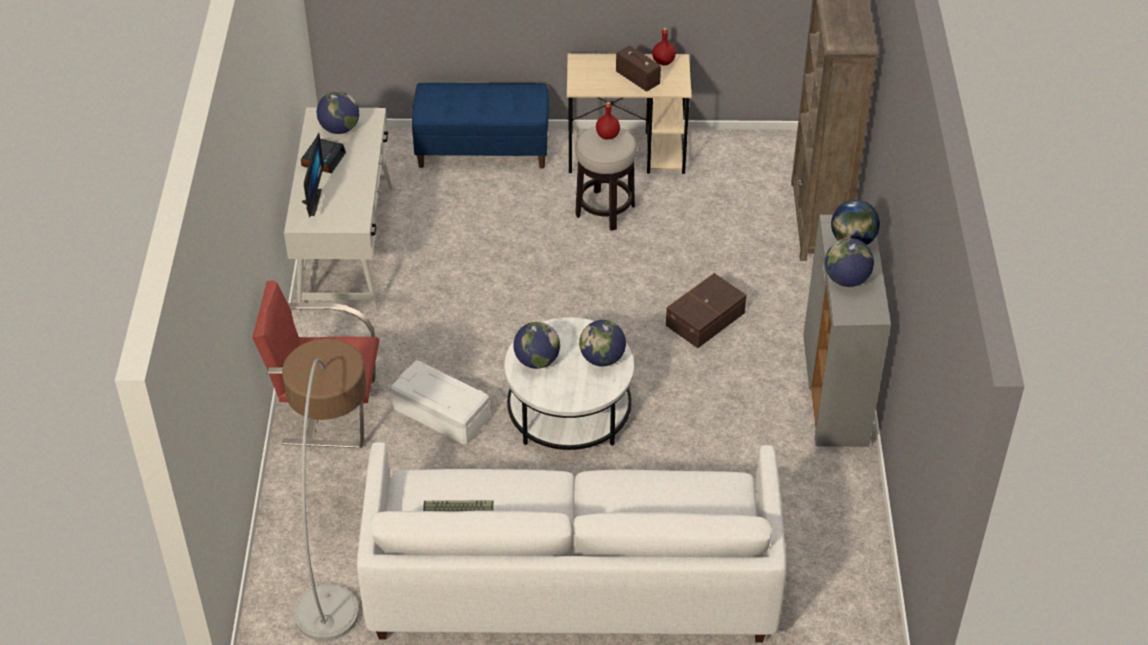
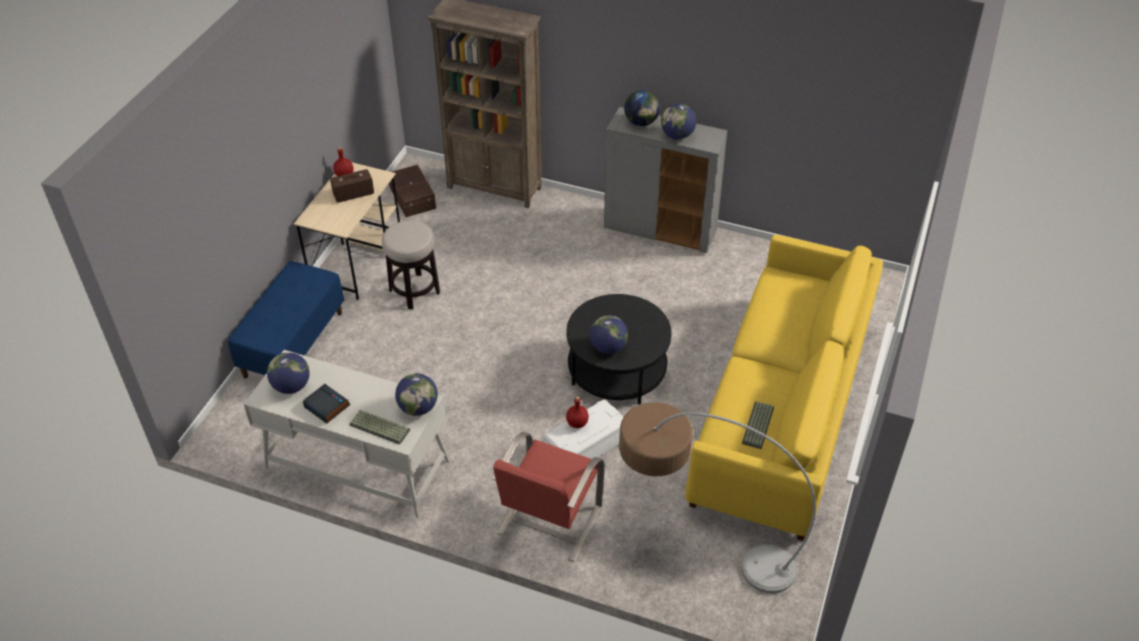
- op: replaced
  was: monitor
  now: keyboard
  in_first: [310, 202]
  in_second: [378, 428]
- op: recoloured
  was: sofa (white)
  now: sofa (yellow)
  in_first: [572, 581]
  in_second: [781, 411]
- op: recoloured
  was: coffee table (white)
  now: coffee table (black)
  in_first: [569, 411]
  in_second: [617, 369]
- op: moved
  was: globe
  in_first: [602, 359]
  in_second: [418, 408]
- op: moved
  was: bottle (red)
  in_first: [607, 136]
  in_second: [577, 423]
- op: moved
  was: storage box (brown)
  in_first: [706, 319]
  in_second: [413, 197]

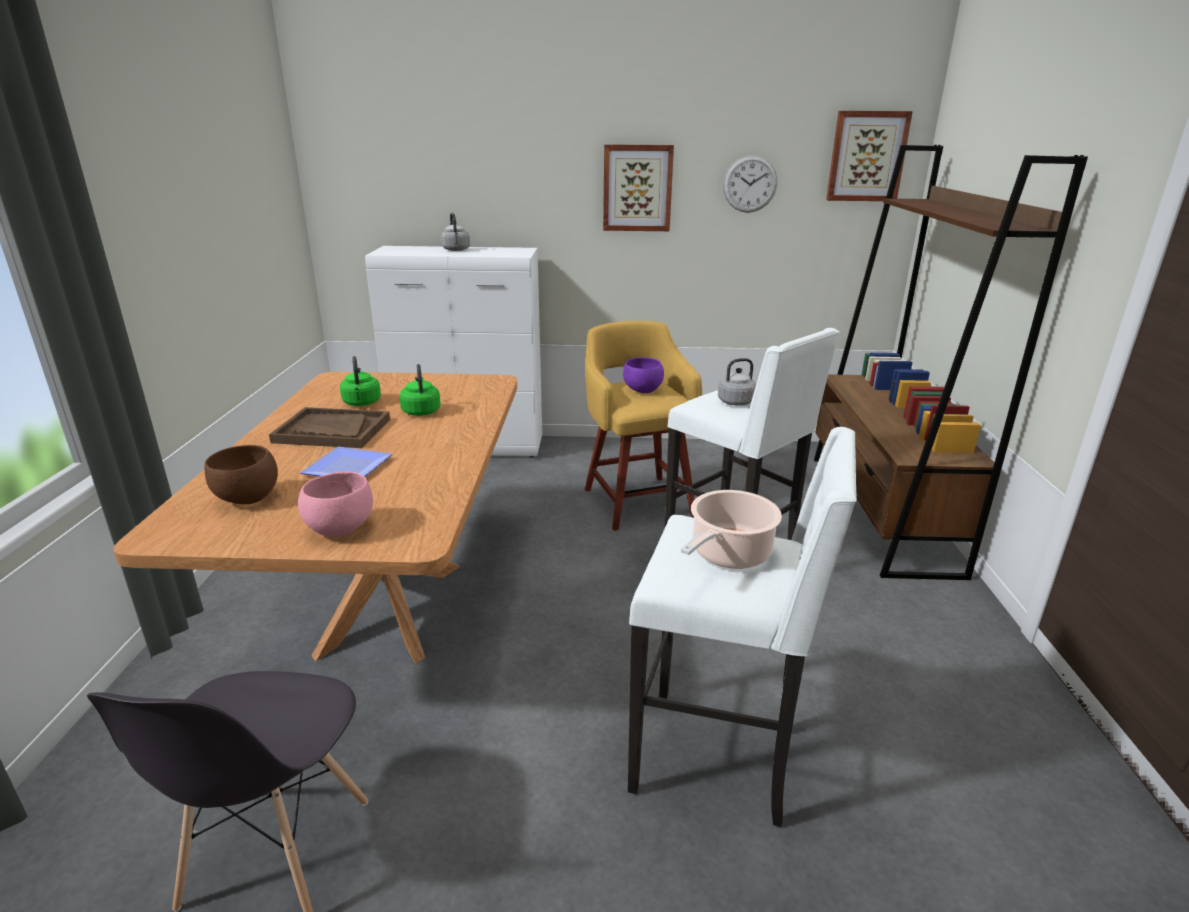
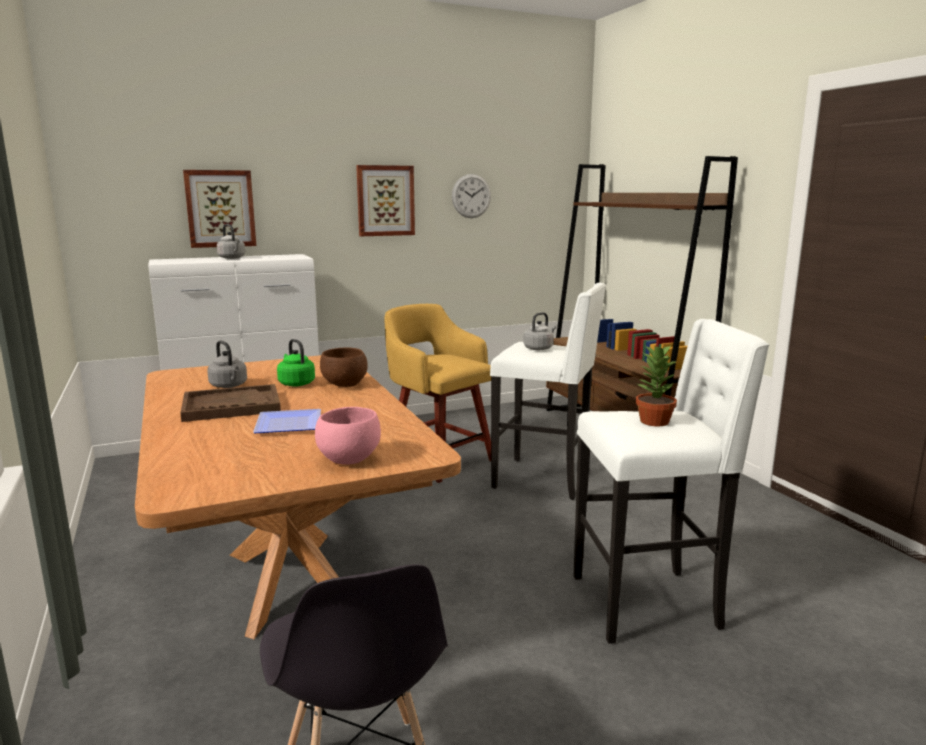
- op: moved
  was: bowl (brown)
  in_first: [249, 499]
  in_second: [346, 385]
- op: recoloured
  was: kettle (green)
  now: kettle (grey)
  in_first: [362, 403]
  in_second: [229, 386]
- op: removed
  was: bowl (purple)
  in_first: [643, 391]
- op: replaced
  was: cooking pot
  now: potted plant
  in_first: [728, 554]
  in_second: [653, 421]
- op: moved
  was: picture
  in_first: [866, 156]
  in_second: [220, 208]

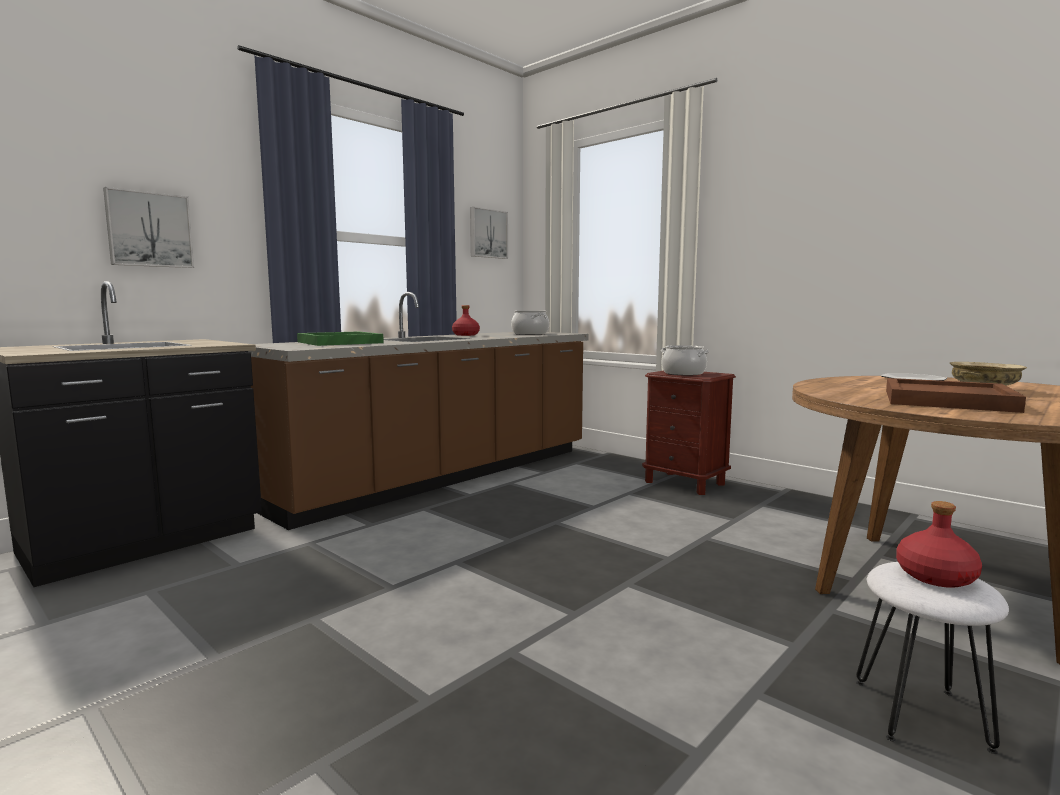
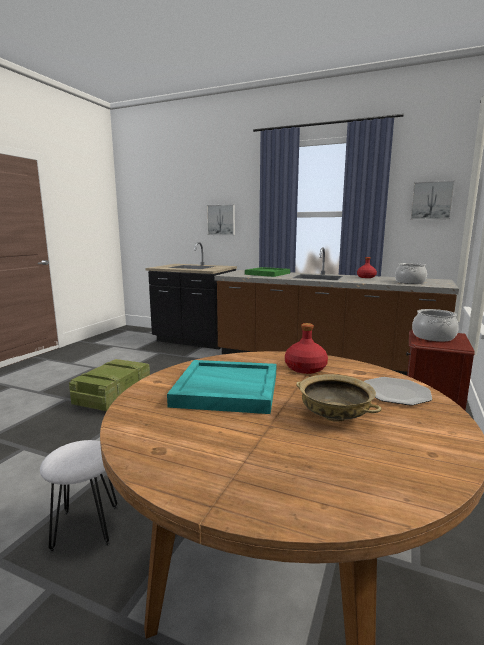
- op: recoloured
  was: tray (brown)
  now: tray (turquoise)
  in_first: [948, 400]
  in_second: [226, 390]
- op: moved
  was: bottle (red)
  in_first: [934, 576]
  in_second: [306, 368]
- op: added
  now: crate
  in_second: [114, 396]

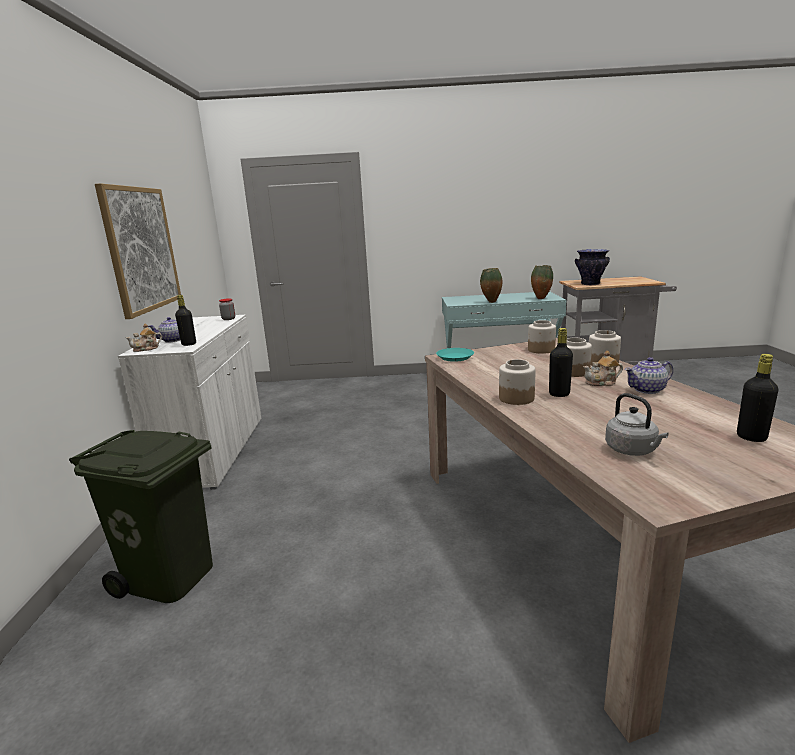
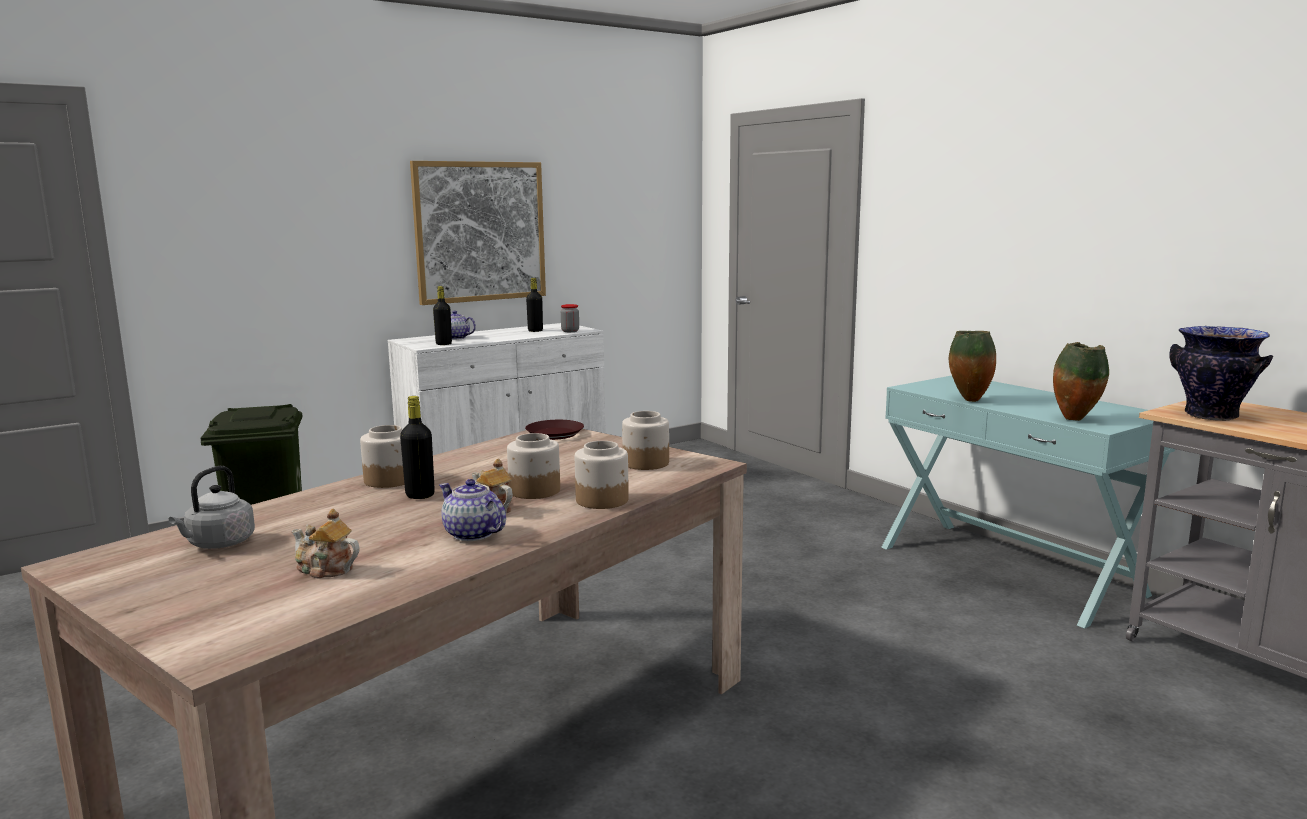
- op: moved
  was: teapot
  in_first: [146, 349]
  in_second: [325, 569]
- op: recoloured
  was: plate (turquoise)
  now: plate (brown)
  in_first: [454, 357]
  in_second: [555, 434]
- op: moved
  was: bottle (black)
  in_first: [751, 437]
  in_second: [535, 331]

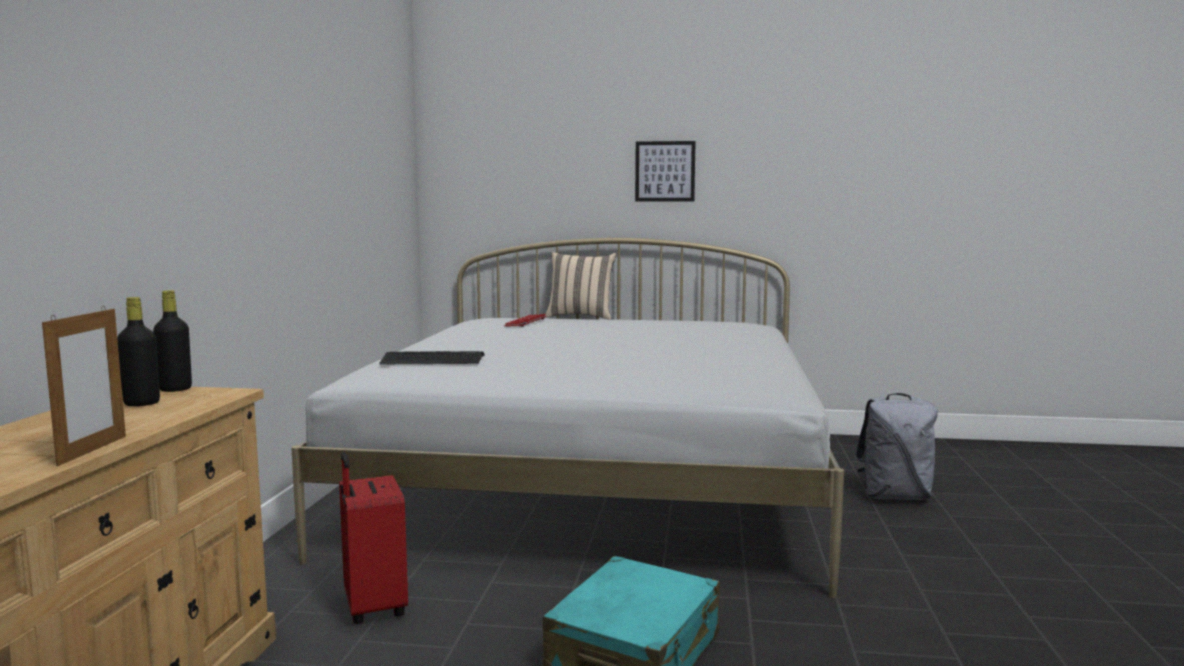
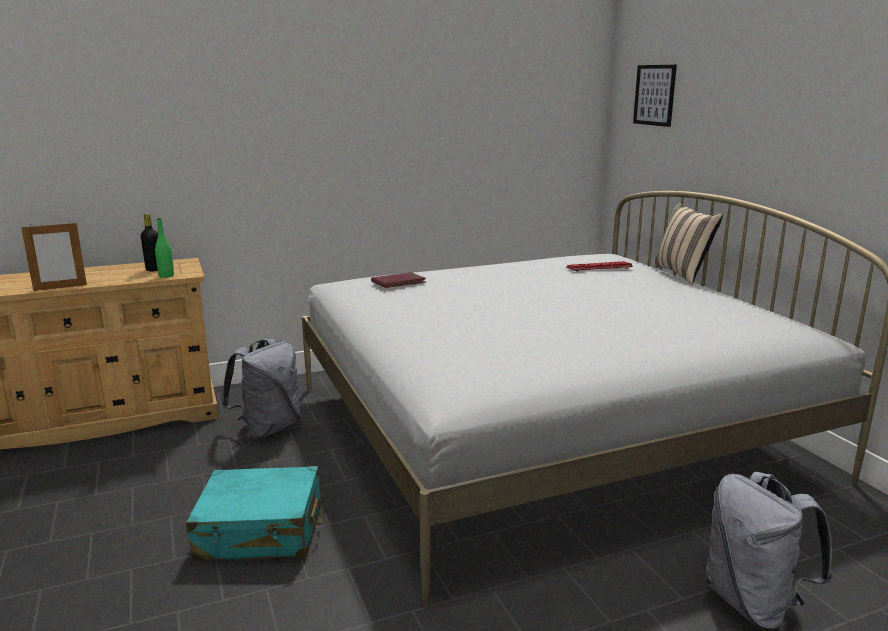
- op: removed
  was: bottle (black)
  in_first: [175, 389]
- op: replaced
  was: suitcase (red)
  now: backpack (grey)
  in_first: [372, 608]
  in_second: [268, 428]
- op: replaced
  was: keyboard
  now: book (red)
  in_first: [432, 360]
  in_second: [398, 283]
- op: moved
  was: picture
  in_first: [665, 171]
  in_second: [654, 95]
- op: added
  now: bottle (green)
  in_second: [166, 276]

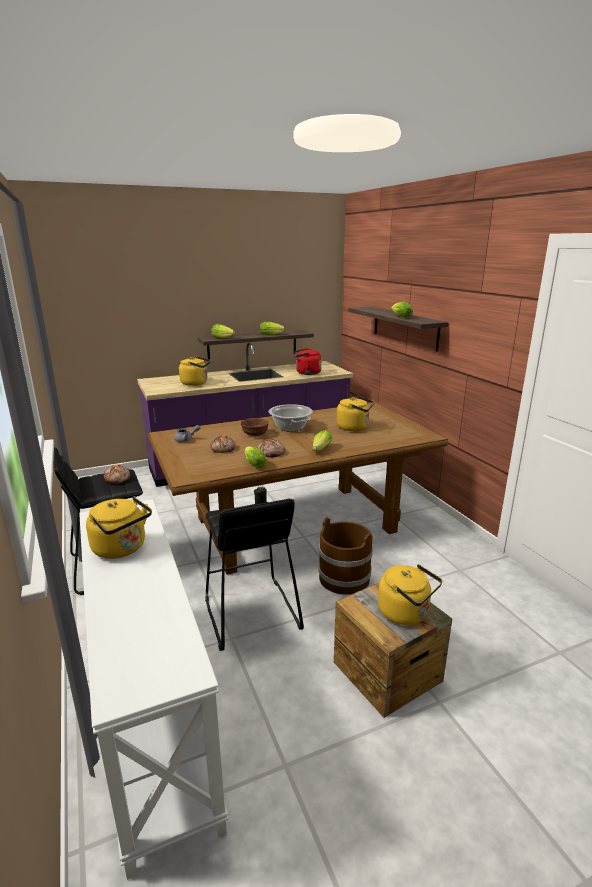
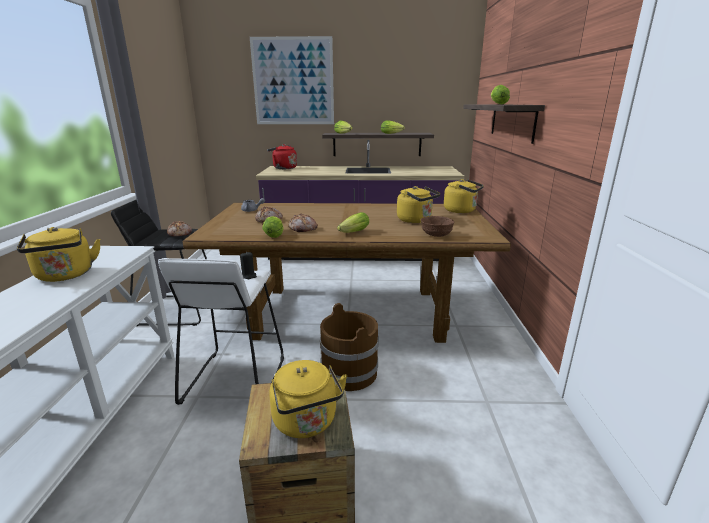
- op: moved
  was: kettle (yellow)
  in_first: [196, 383]
  in_second: [461, 211]
- op: recoloured
  was: stool (black)
  now: stool (white)
  in_first: [250, 613]
  in_second: [234, 379]
- op: moved
  was: bowl (brown)
  in_first: [254, 434]
  in_second: [435, 235]
- op: removed
  was: cooking pot
  in_first: [291, 427]
- op: moved
  was: kettle (red)
  in_first: [306, 373]
  in_second: [283, 168]
- op: added
  now: picture
  in_second: [293, 82]

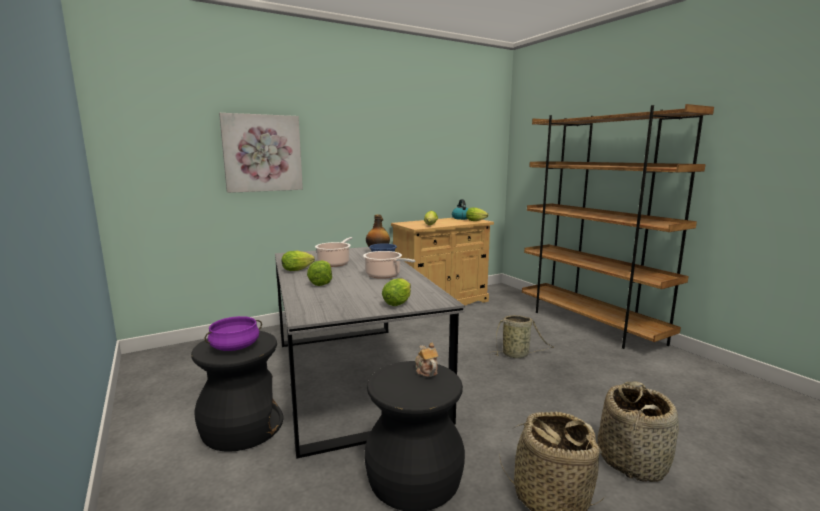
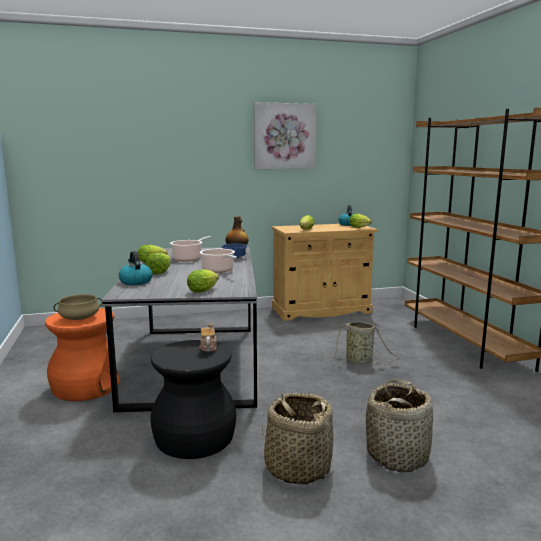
- op: recoloured
  was: stool (black)
  now: stool (orange)
  in_first: [242, 427]
  in_second: [85, 387]
- op: recoloured
  was: cooking pot (purple)
  now: cooking pot (beige)
  in_first: [235, 347]
  in_second: [79, 318]
- op: moved
  was: picture
  in_first: [262, 153]
  in_second: [284, 136]
- op: added
  now: kettle
  in_second: [135, 282]

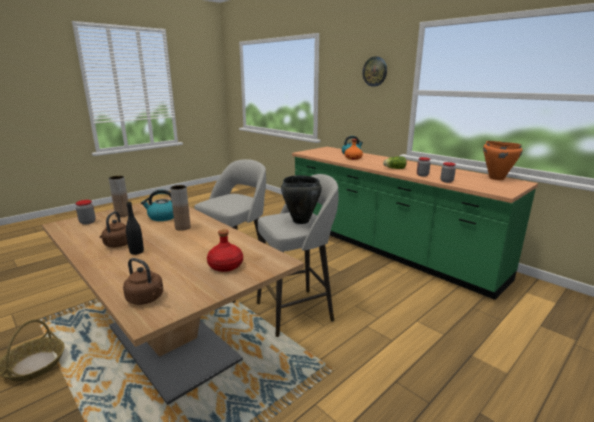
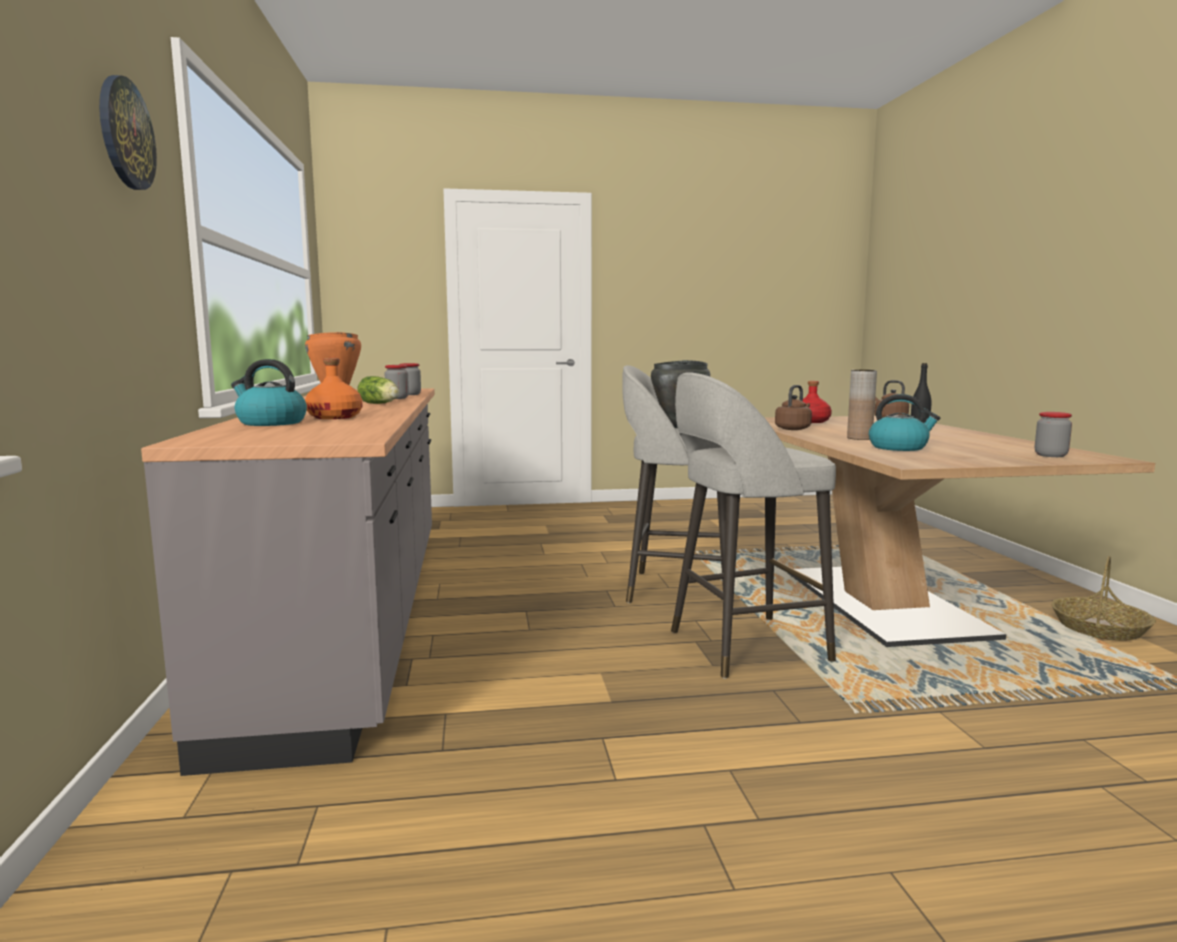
- op: moved
  was: kettle (brown)
  in_first: [117, 245]
  in_second: [793, 429]
- op: removed
  was: vase (brown)
  in_first: [122, 214]
- op: recoloured
  was: counter (green)
  now: counter (grey)
  in_first: [387, 249]
  in_second: [356, 617]

